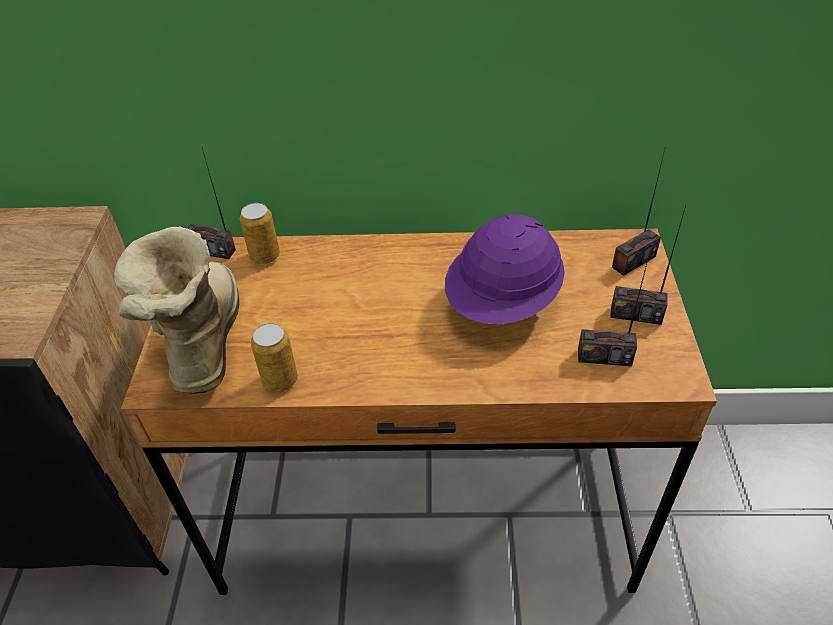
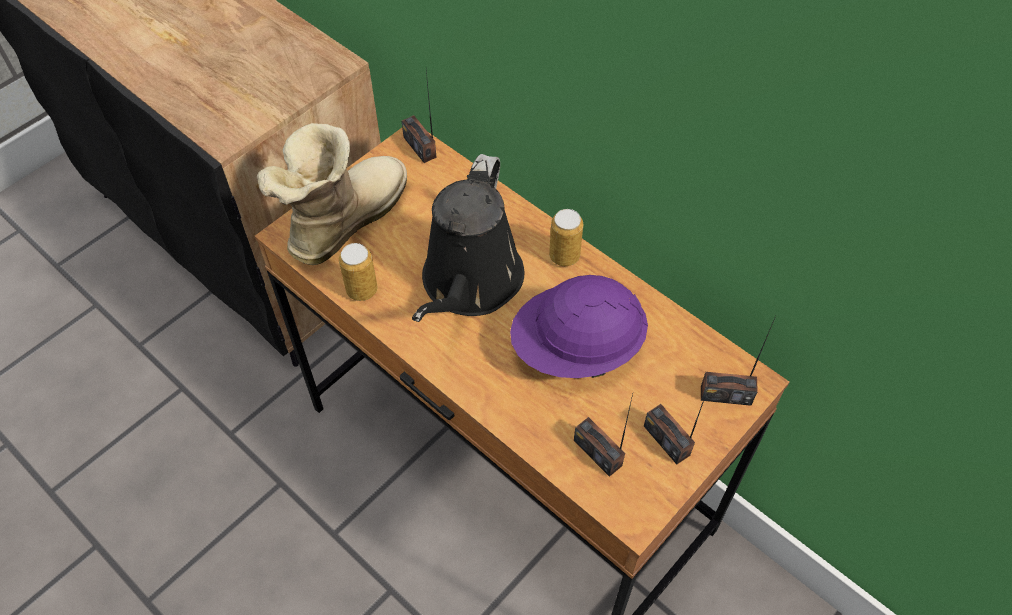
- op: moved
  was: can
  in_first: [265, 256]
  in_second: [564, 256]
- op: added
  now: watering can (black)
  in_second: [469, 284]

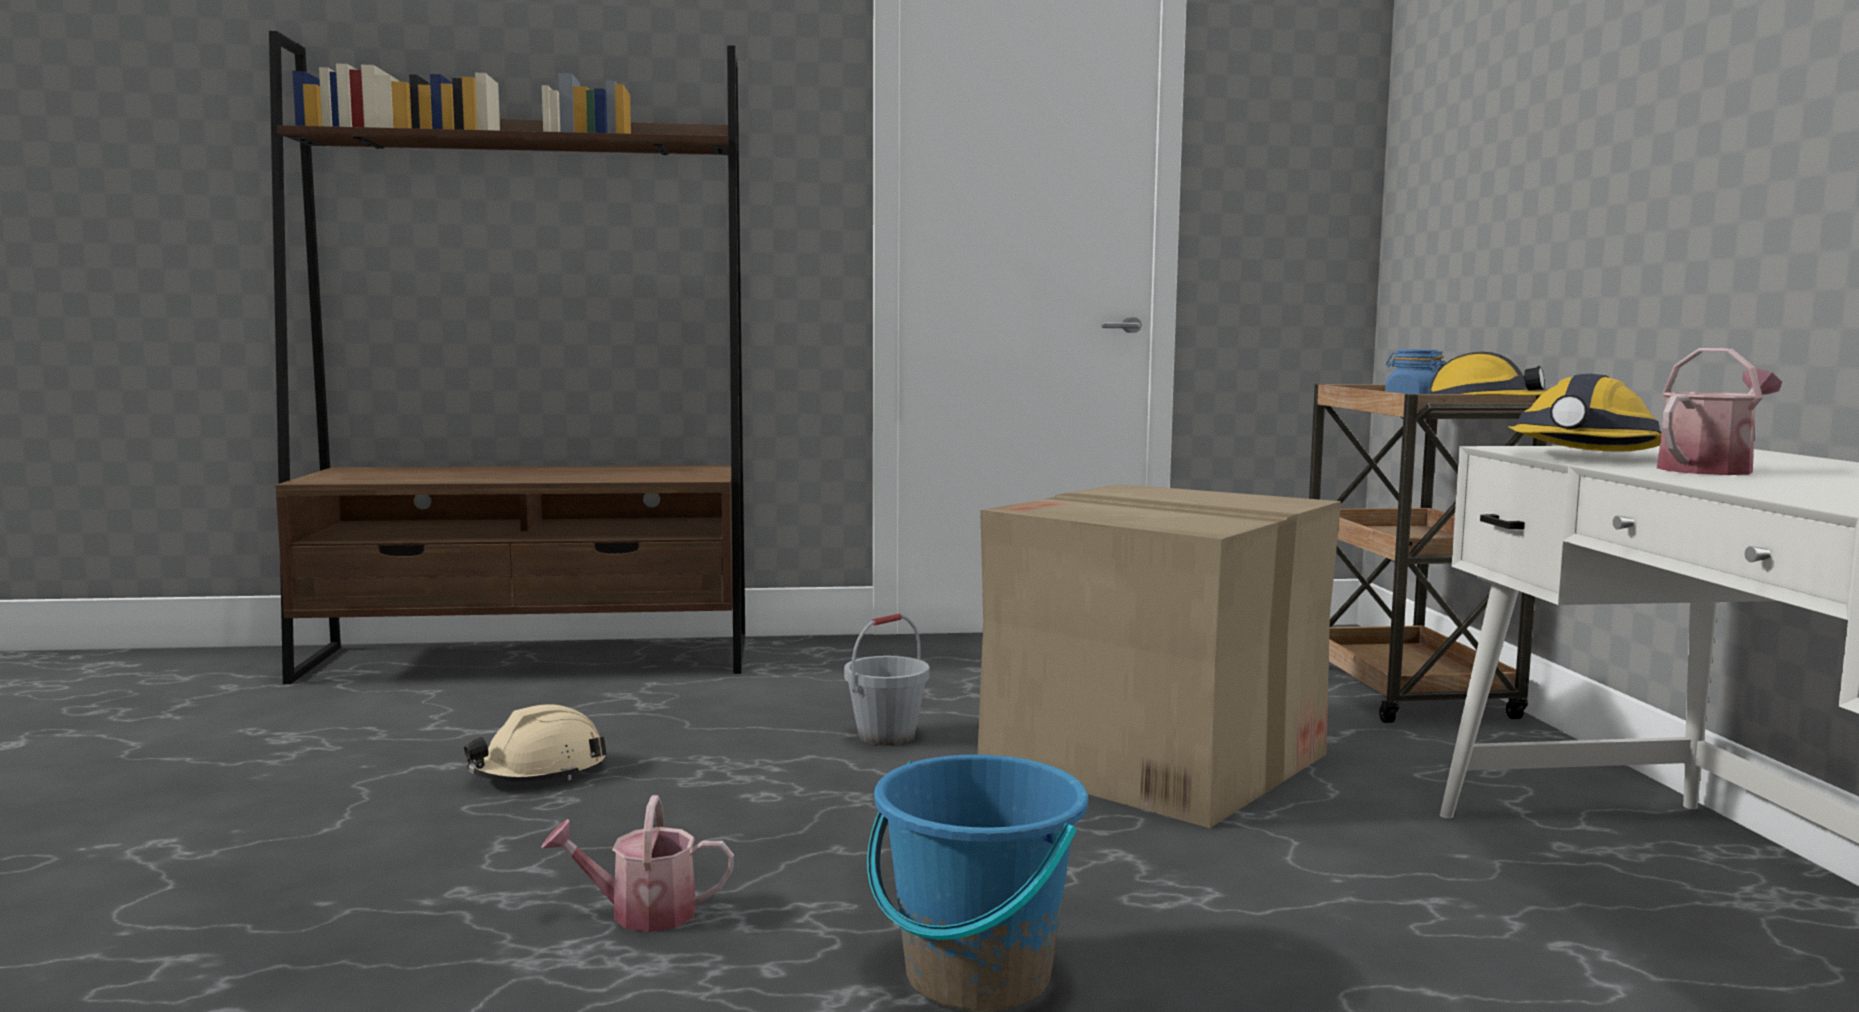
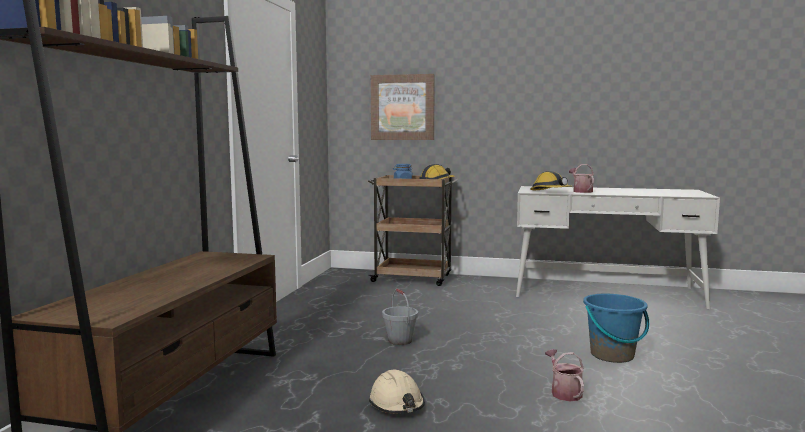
- op: turned
  was: watering can
  in_first: [641, 913]
  in_second: [564, 392]
  clockwise: 150
- op: removed
  was: cardboard box
  in_first: [1156, 759]
- op: added
  now: picture
  in_second: [402, 107]

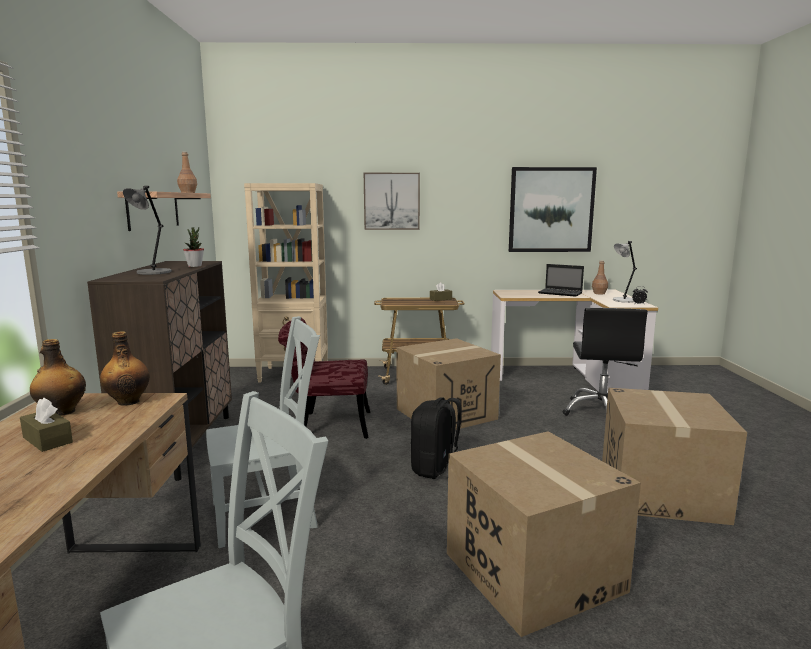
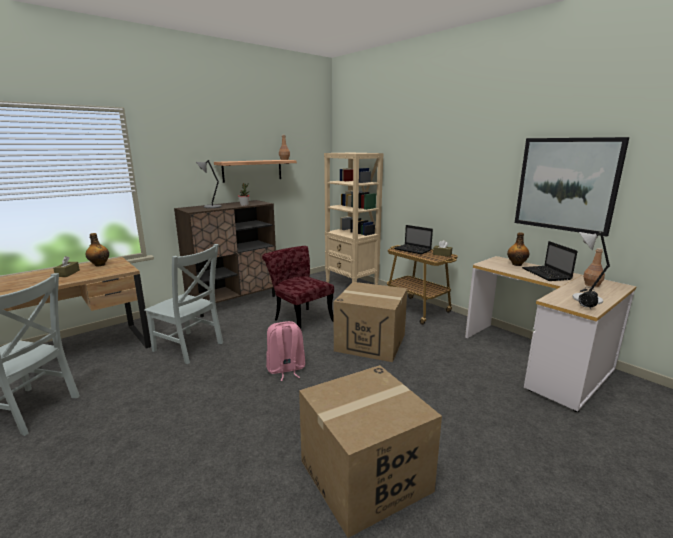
- op: moved
  was: bottle
  in_first: [128, 401]
  in_second: [516, 264]
- op: removed
  was: picture
  in_first: [391, 201]
- op: recoloured
  was: backpack (black)
  now: backpack (pink)
  in_first: [436, 469]
  in_second: [286, 369]
- op: removed
  was: cardboard box
  in_first: [532, 572]
- op: removed
  was: office chair (black)
  in_first: [601, 412]
- op: added
  now: laptop
  in_second: [413, 250]

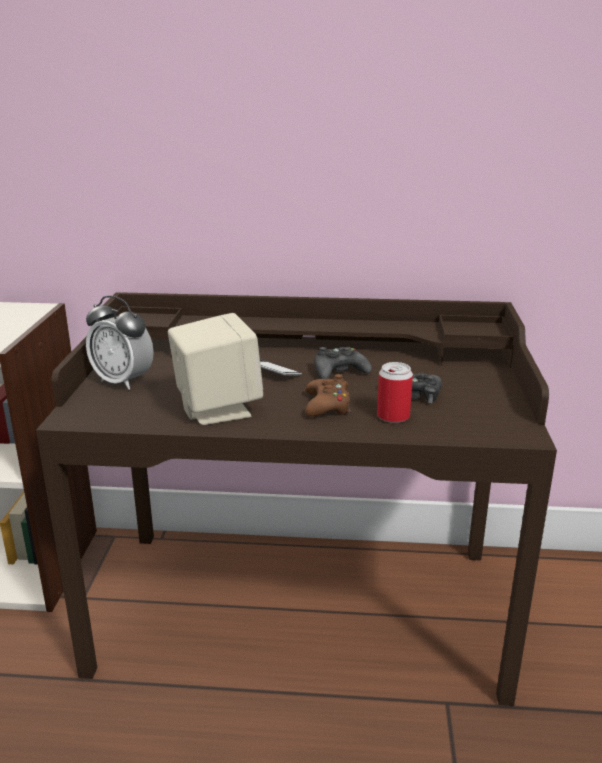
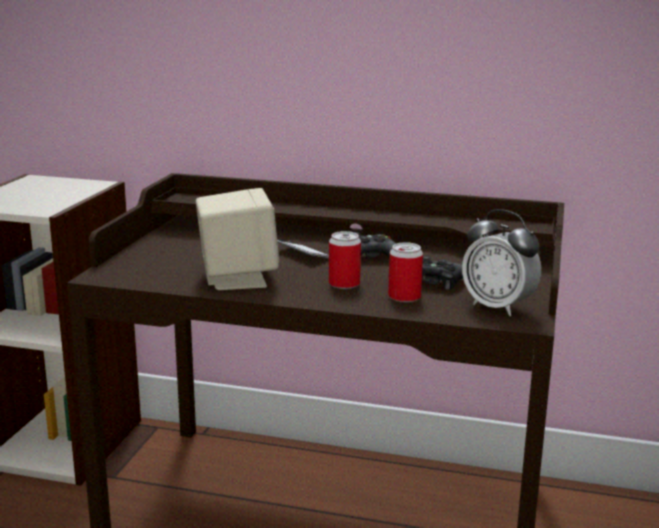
- op: moved
  was: alarm clock
  in_first: [123, 381]
  in_second: [498, 307]
- op: replaced
  was: game controller (brown)
  now: can
  in_first: [327, 406]
  in_second: [344, 284]

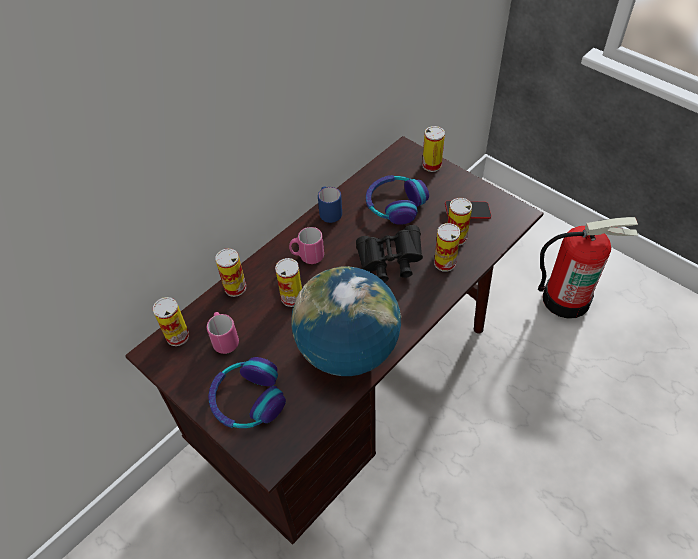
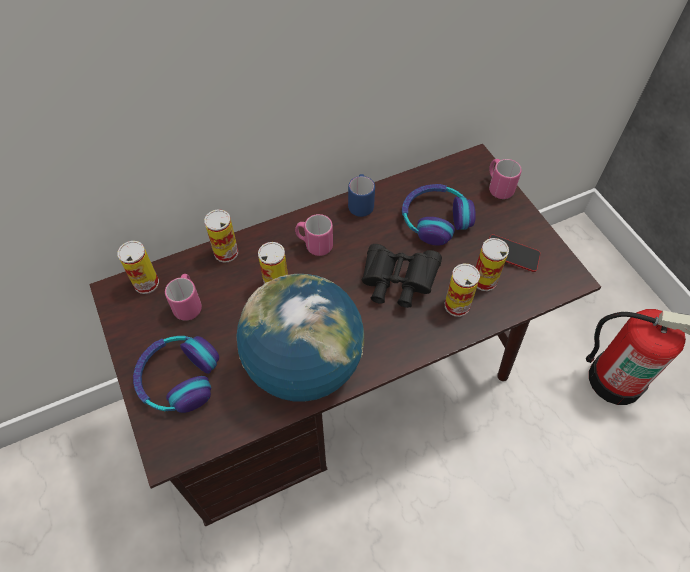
- op: replaced
  was: can
  now: mug (pink)
  in_first: [431, 165]
  in_second: [498, 187]

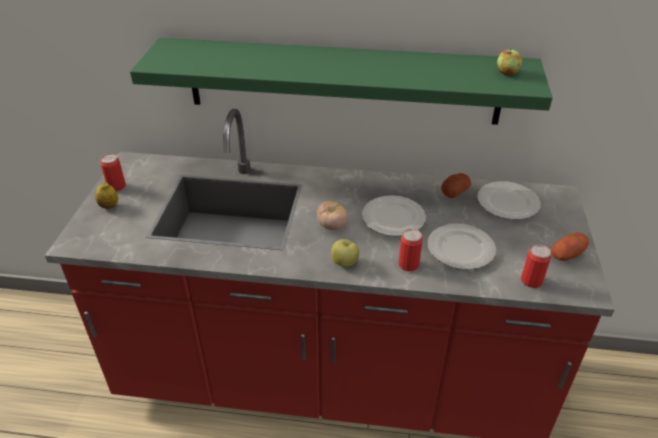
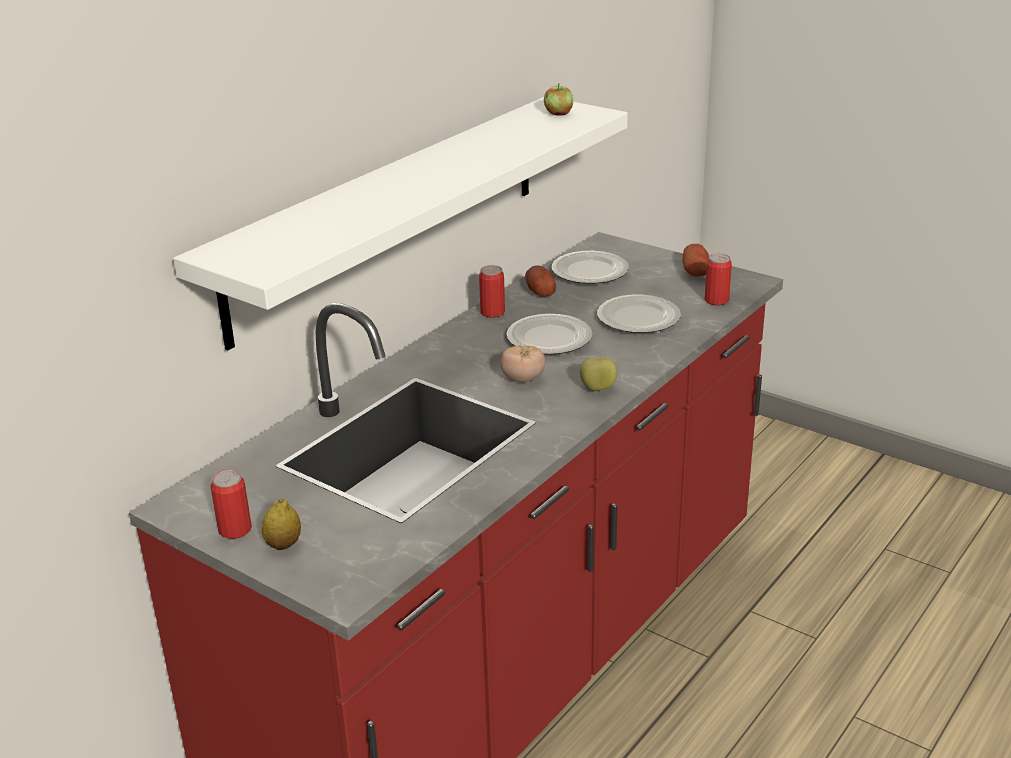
- op: recoloured
  was: shelf (green)
  now: shelf (white)
  in_first: [343, 81]
  in_second: [391, 213]
- op: moved
  was: can
  in_first: [408, 264]
  in_second: [492, 312]

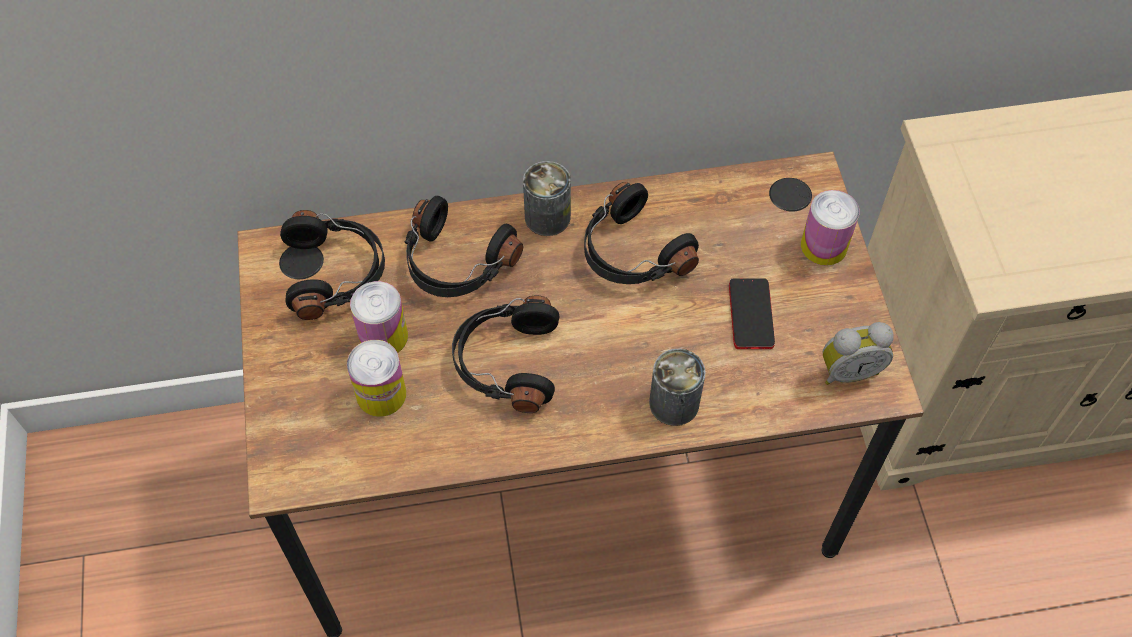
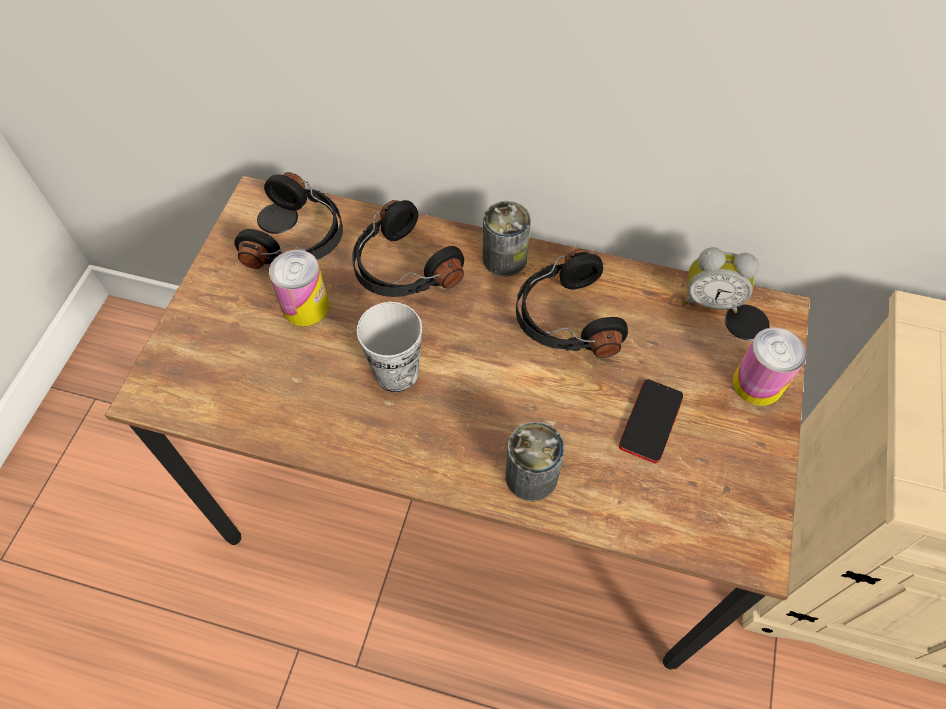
- op: removed
  was: can
  in_first: [381, 394]
- op: replaced
  was: headphones (black)
  now: cup
  in_first: [506, 363]
  in_second: [396, 373]
- op: moved
  was: alarm clock
  in_first: [848, 370]
  in_second: [710, 300]

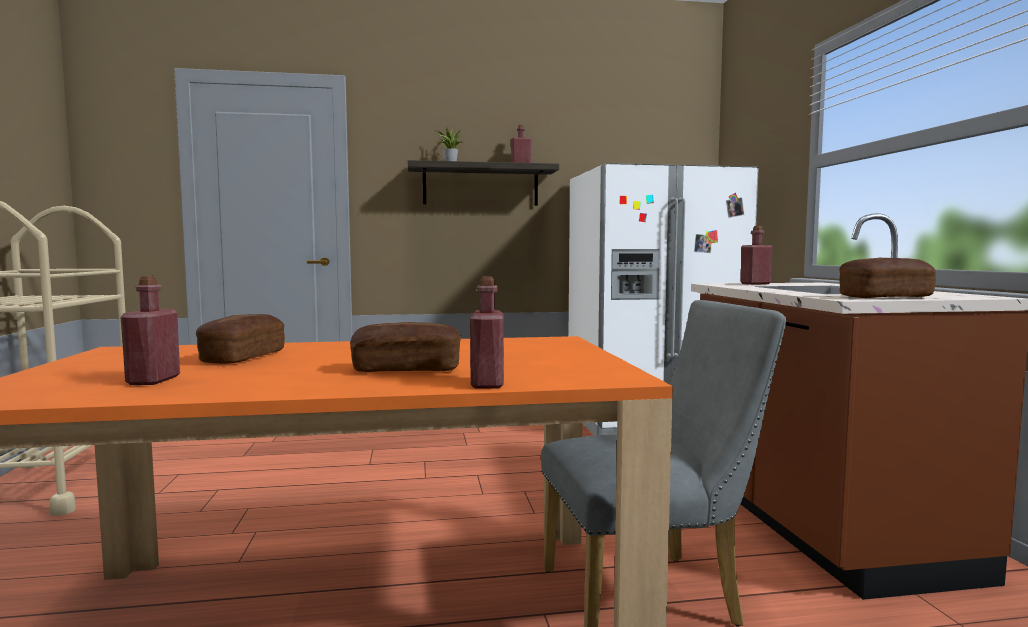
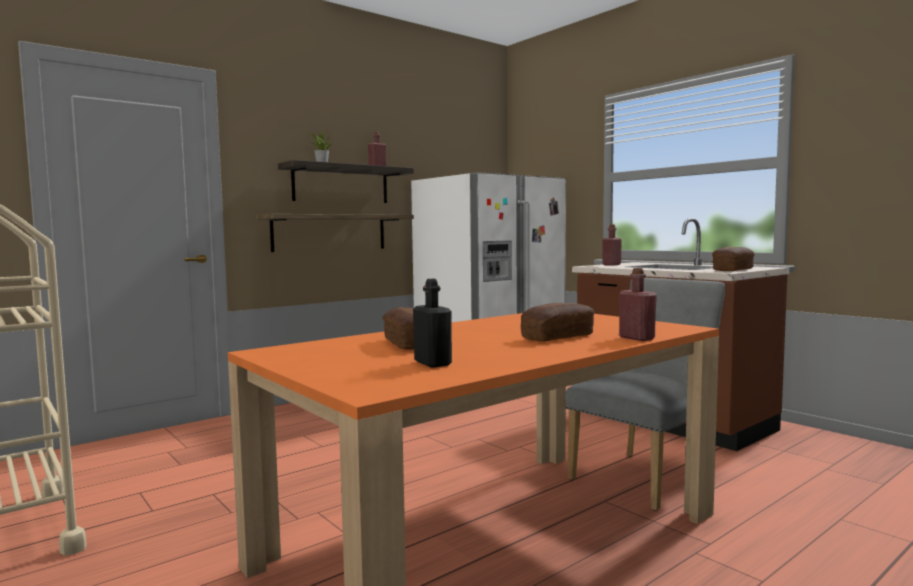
- op: recoloured
  was: bottle (red)
  now: bottle (black)
  in_first: [153, 380]
  in_second: [432, 363]
- op: added
  now: shelf
  in_second: [330, 232]

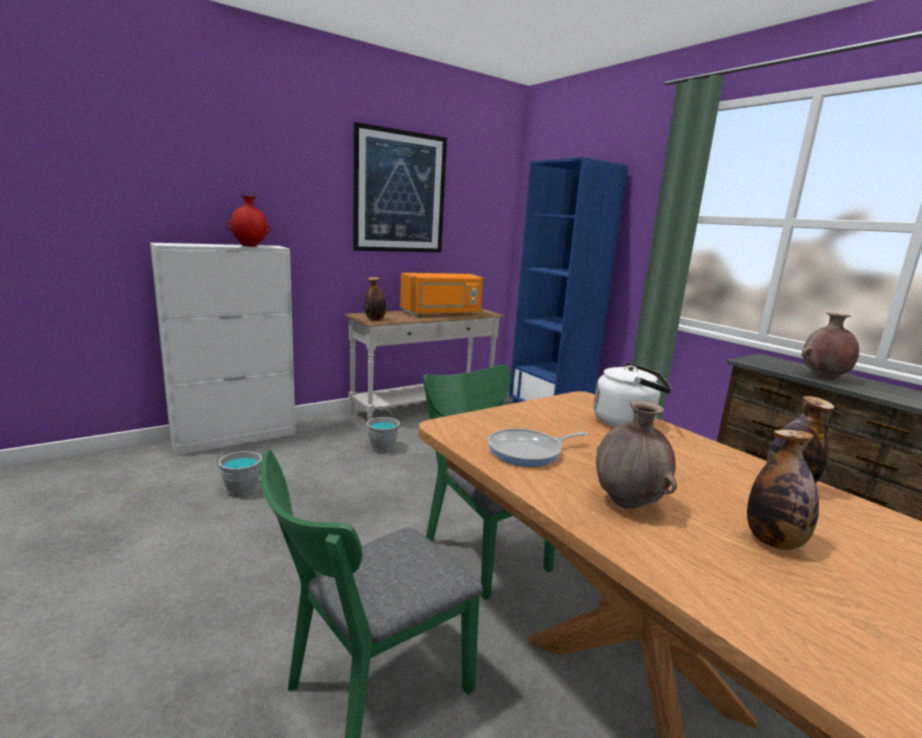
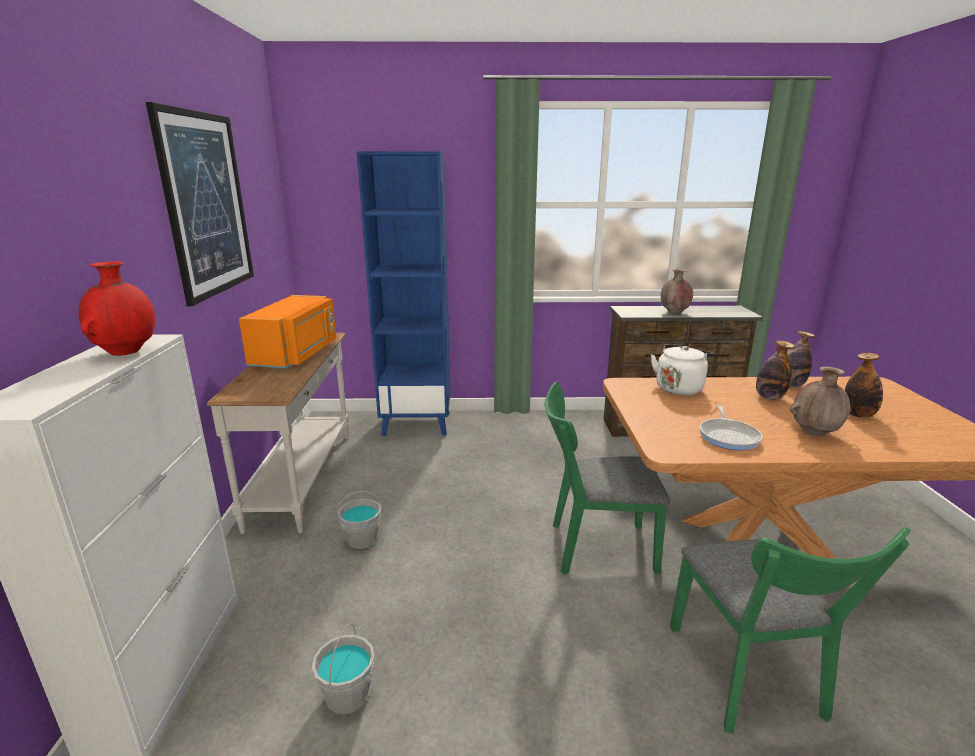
- op: moved
  was: bottle
  in_first: [375, 319]
  in_second: [769, 397]

